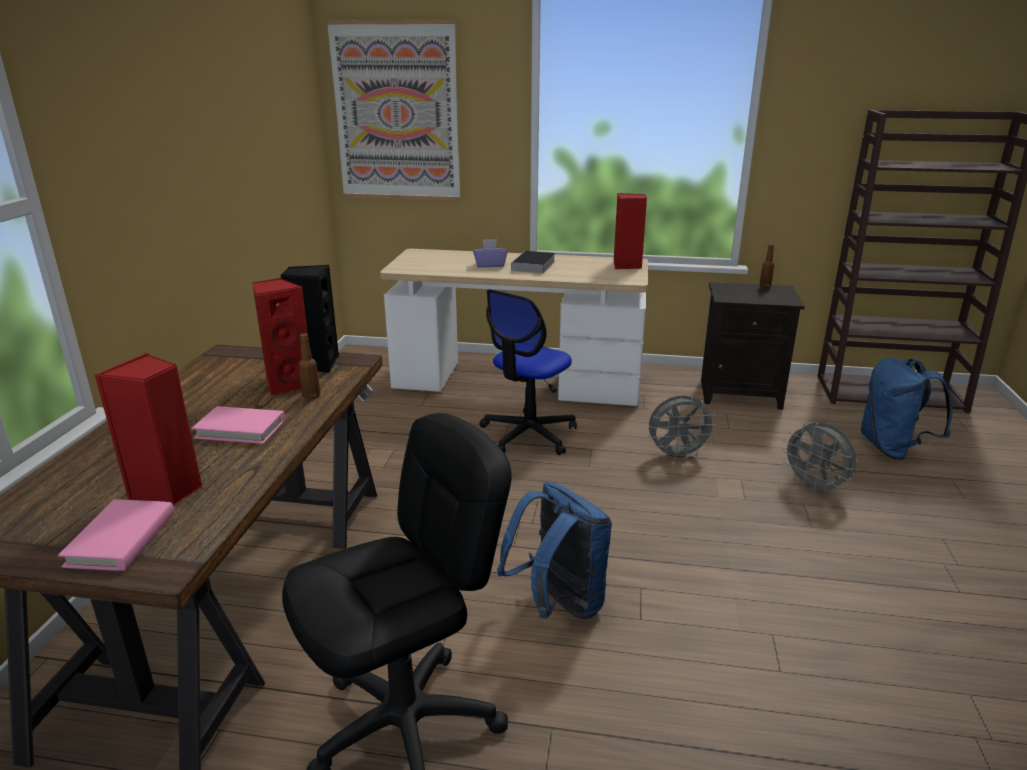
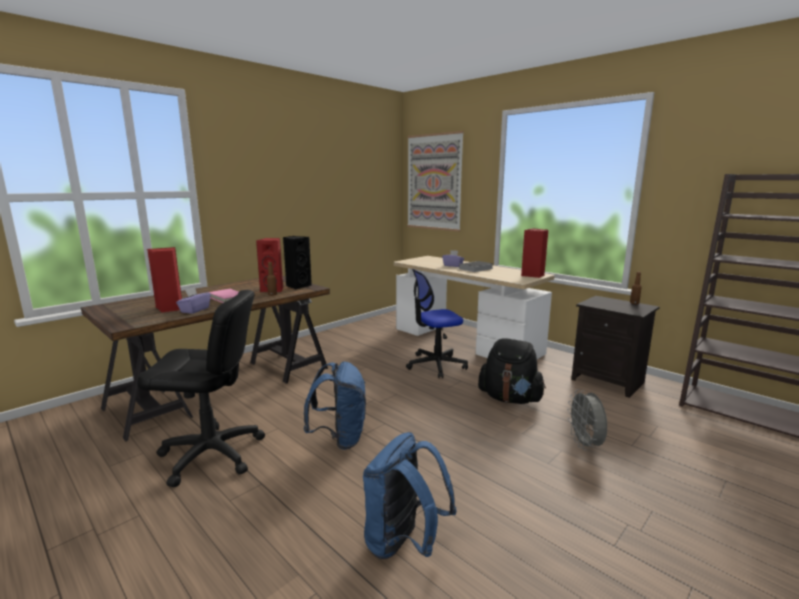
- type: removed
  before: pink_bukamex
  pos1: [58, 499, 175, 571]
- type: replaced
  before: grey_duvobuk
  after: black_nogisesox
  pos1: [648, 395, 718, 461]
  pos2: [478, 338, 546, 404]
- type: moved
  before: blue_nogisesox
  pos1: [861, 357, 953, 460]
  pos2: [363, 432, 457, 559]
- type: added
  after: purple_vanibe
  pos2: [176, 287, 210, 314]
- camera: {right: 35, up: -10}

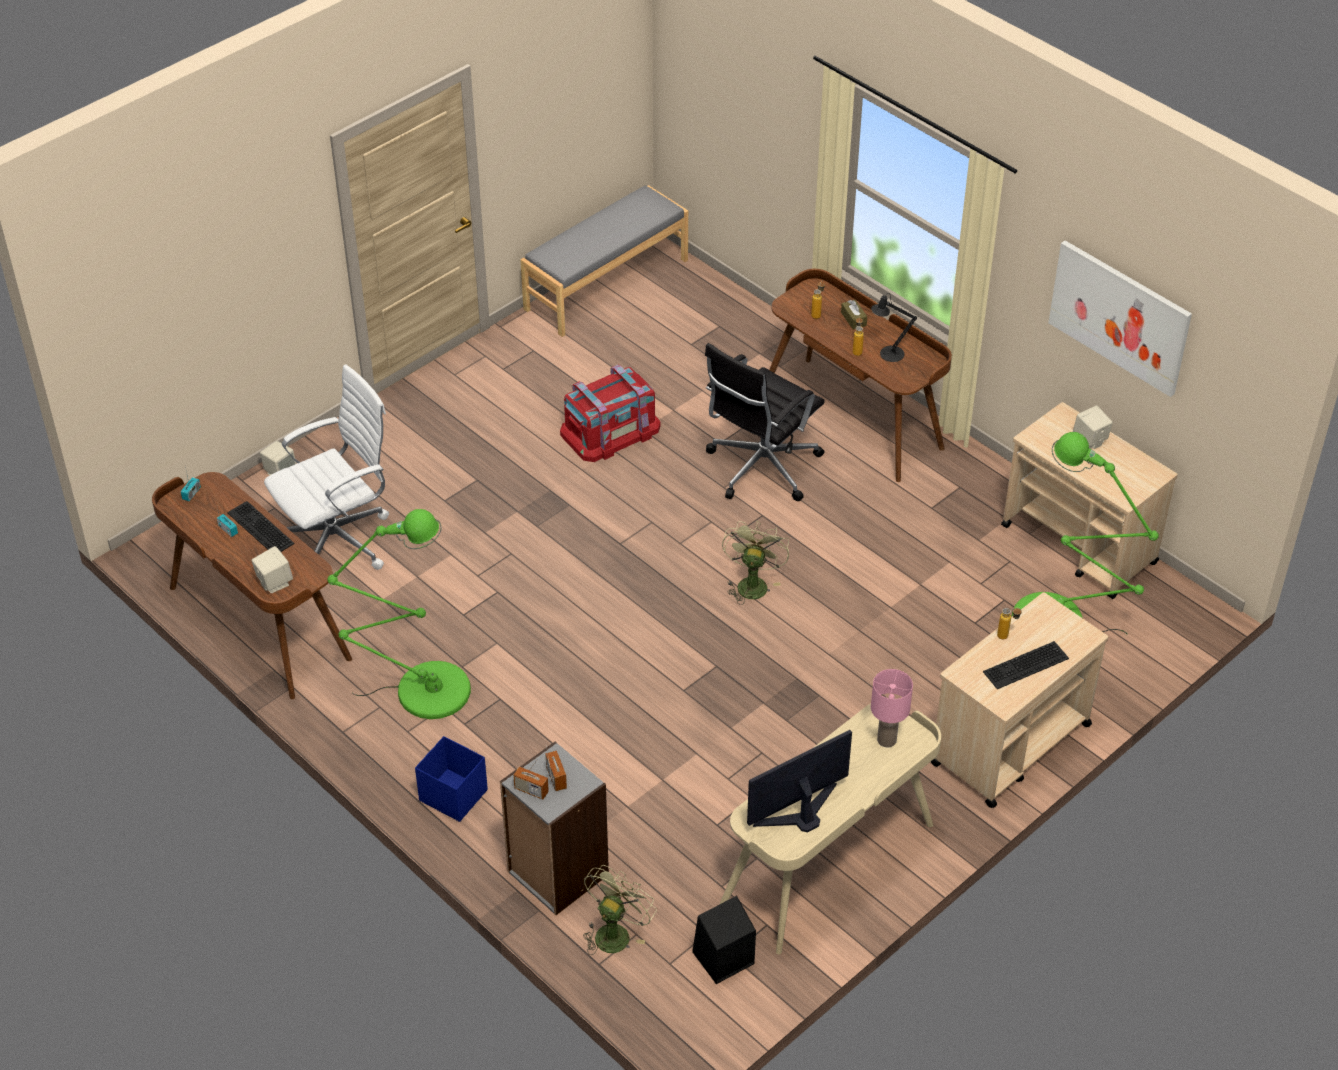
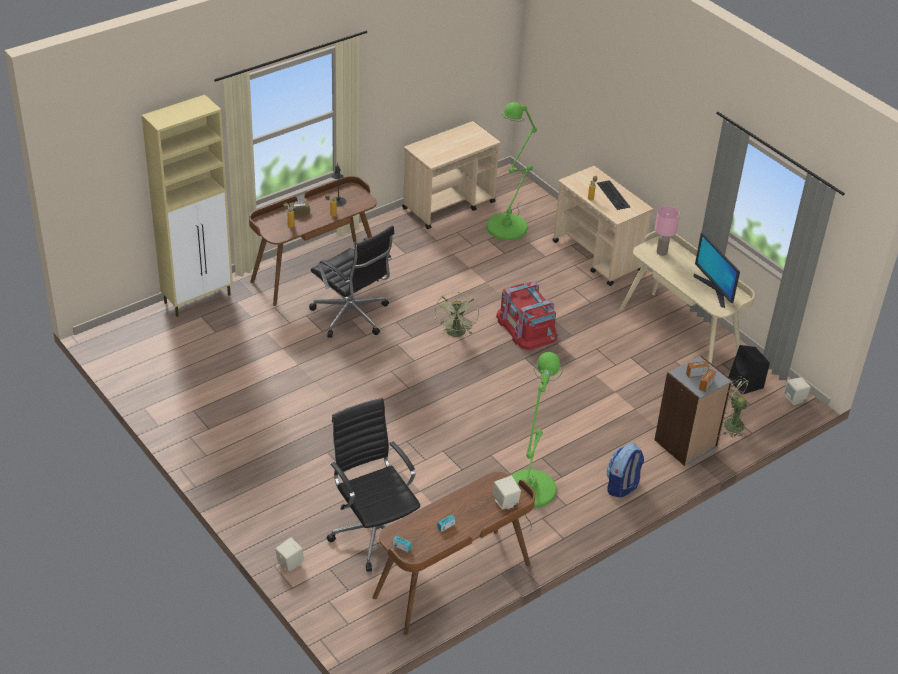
- type: removed
  before: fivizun
  pos1: [227, 501, 295, 552]
- type: recoloured
  before: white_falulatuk
  after: black_falulatuk
  pos1: [264, 364, 389, 570]
  pos2: [327, 398, 420, 572]
- type: replaced
  before: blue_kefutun
  after: nogisesox
  pos1: [415, 736, 488, 822]
  pos2: [607, 443, 644, 498]
- type: removed
  before: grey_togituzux
  pos1: [520, 185, 688, 337]
- type: moved
  before: red_kefutun
  pos1: [560, 365, 660, 462]
  pos2: [496, 282, 557, 350]
- type: turned
  before: green_duvobuk
  pos1: [722, 521, 789, 605]
  pos2: [435, 292, 479, 337]
  turn: -105
- type: removed
  before: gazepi
  pos1: [1048, 240, 1192, 397]
- type: moved
  before: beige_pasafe
  pos1: [1073, 405, 1113, 449]
  pos2: [784, 377, 811, 405]
- type: added
  after: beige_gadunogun
  pos2: [142, 95, 233, 317]
- camera: {right: -85, up: -5}

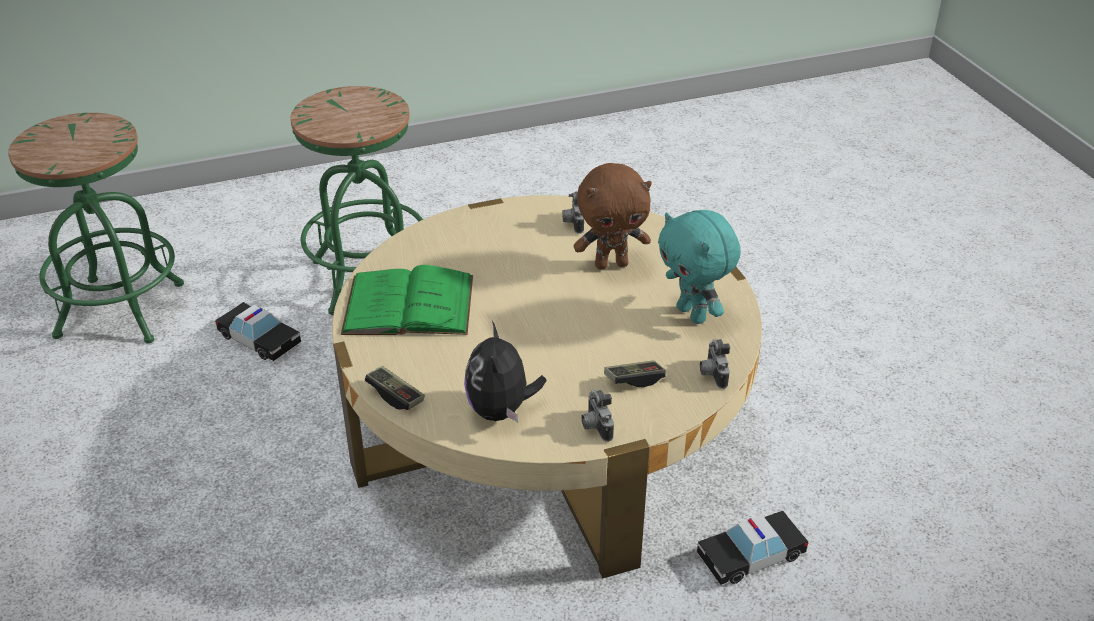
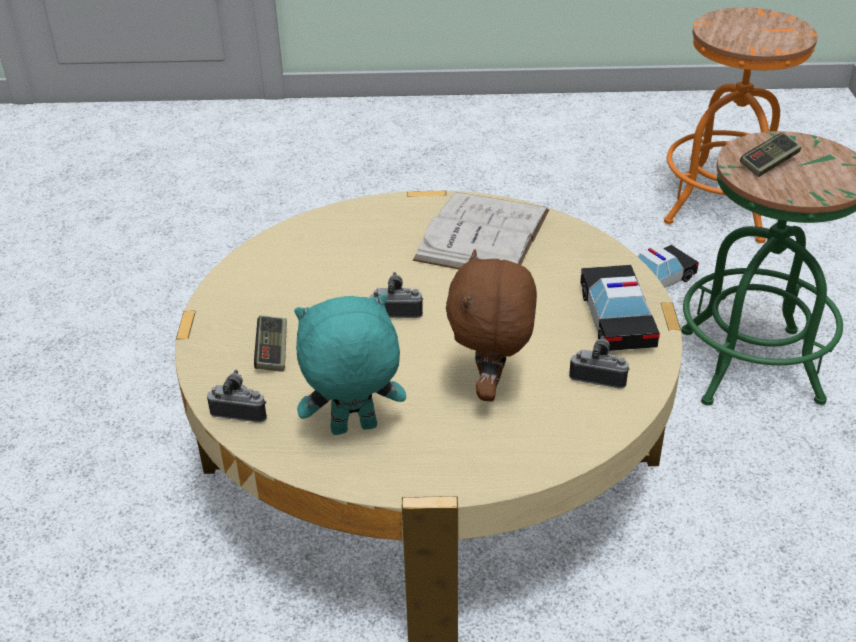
- type: recoloured
  before: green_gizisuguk
  after: orange_gizisuguk
  pos1: [8, 113, 184, 343]
  pos2: [664, 7, 817, 243]
- type: recoloured
  before: green_bukamex
  after: white_bukamex
  pos1: [341, 265, 473, 335]
  pos2: [413, 192, 549, 269]
- type: moved
  before: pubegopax
  pos1: [365, 366, 425, 410]
  pos2: [740, 132, 802, 177]
- type: removed
  before: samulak
  pos1: [464, 321, 547, 422]
- type: moved
  before: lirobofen
  pos1: [581, 389, 614, 442]
  pos2: [369, 272, 423, 318]
- type: moved
  before: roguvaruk
  pos1: [697, 510, 809, 585]
  pos2: [580, 265, 660, 351]
- camera: {right: 110, up: 0}

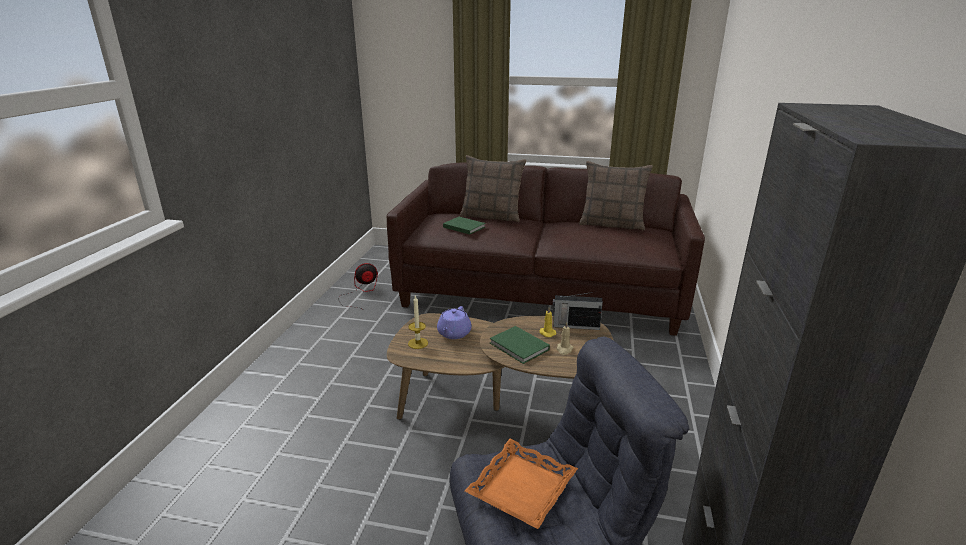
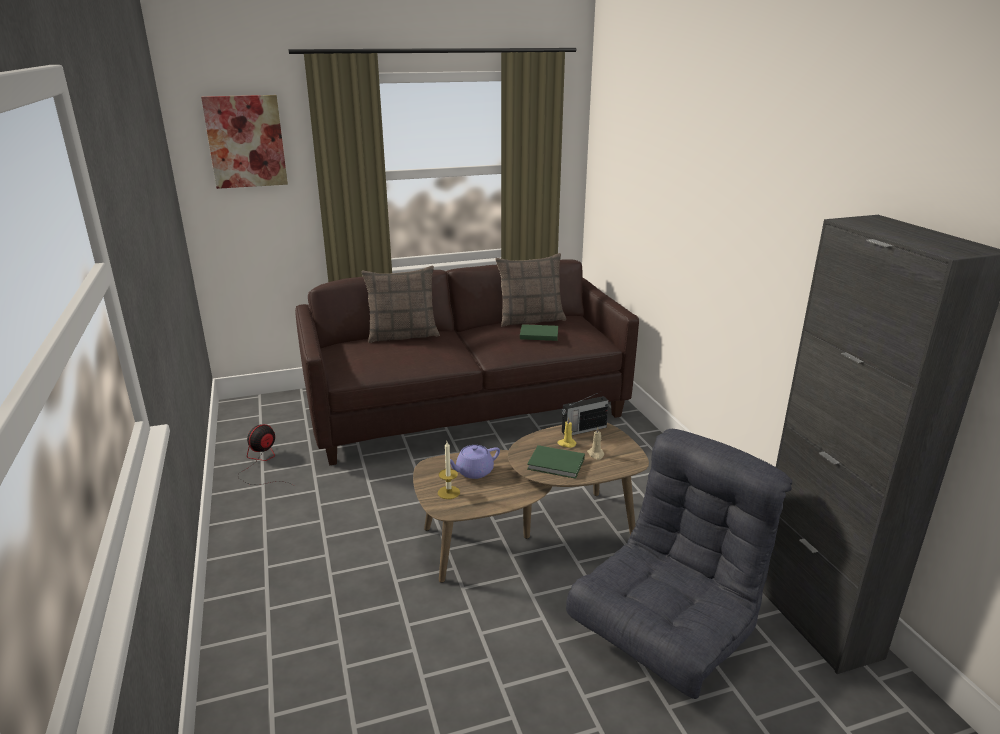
- type: turned
  before: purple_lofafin
  pos1: [437, 306, 472, 339]
  pos2: [450, 445, 500, 479]
  turn: 75
- type: moved
  before: green_bukamex
  pos1: [443, 217, 485, 235]
  pos2: [520, 324, 558, 341]
- type: removed
  before: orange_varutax
  pos1: [465, 439, 578, 529]
- type: added
  after: gazepi
  pos2: [201, 95, 288, 189]
- camera: {right: -30, up: 0}

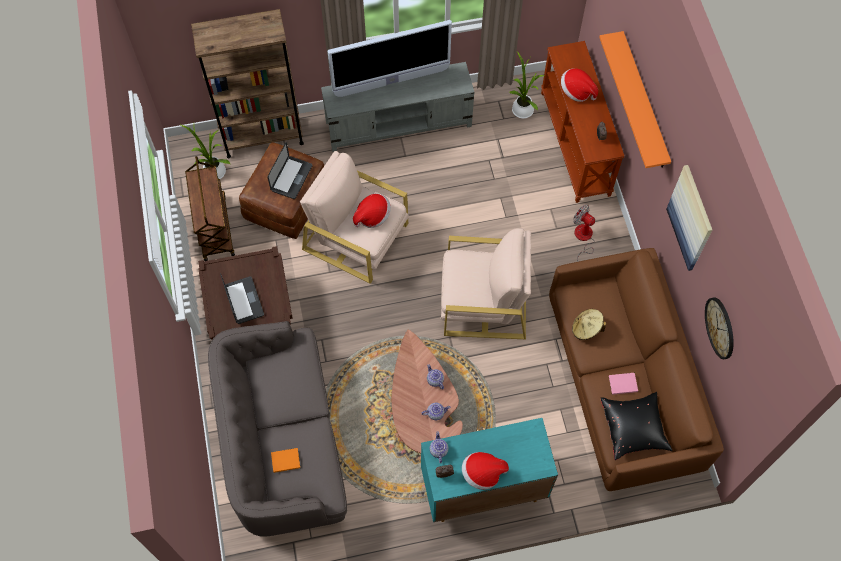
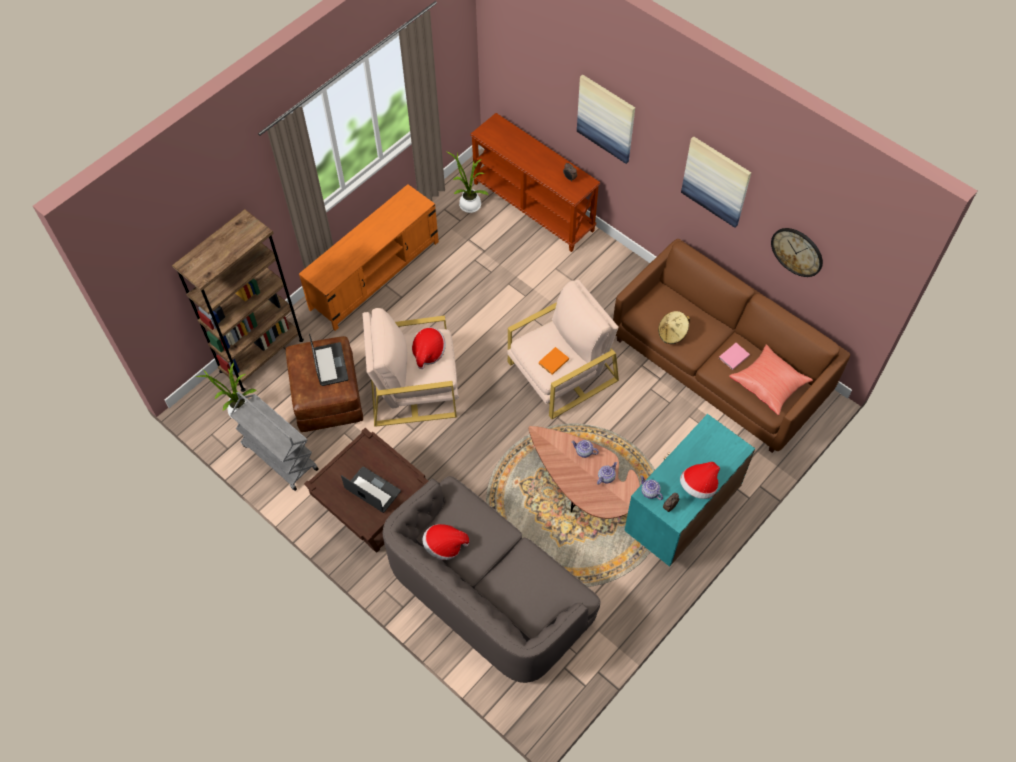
- type: recoloured
  before: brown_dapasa
  after: grey_dapasa
  pos1: [185, 156, 235, 261]
  pos2: [230, 391, 319, 491]
- type: moved
  before: orange_bukamex
  pos1: [271, 448, 300, 473]
  pos2: [539, 347, 569, 375]
- type: recoloured
  before: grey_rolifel
  after: orange_rolifel
  pos1: [321, 62, 474, 152]
  pos2: [299, 184, 439, 331]
- type: removed
  before: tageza
  pos1: [328, 20, 452, 97]
- type: moved
  before: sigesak
  pos1: [561, 68, 598, 102]
  pos2: [422, 524, 469, 560]
- type: removed
  before: duvobuk
  pos1: [573, 205, 595, 261]
- type: replaced
  before: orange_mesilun
  after: gazepi
  pos1: [599, 31, 671, 168]
  pos2: [577, 74, 635, 164]
- type: recoloured
  before: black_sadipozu
  after: red_sadipozu
  pos1: [600, 392, 672, 460]
  pos2: [730, 345, 813, 415]
- camera: {right: -35, up: -5}

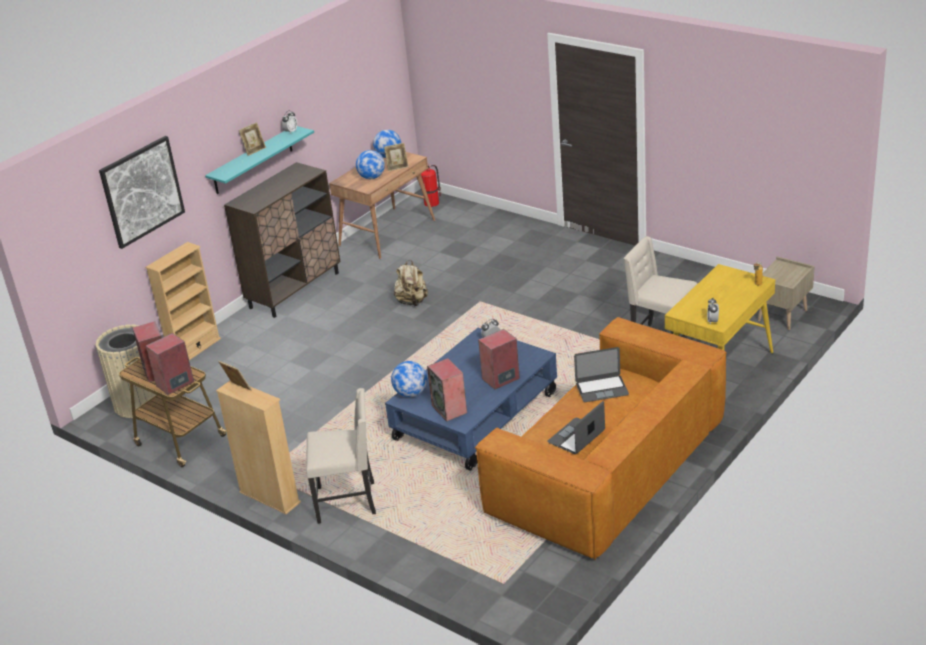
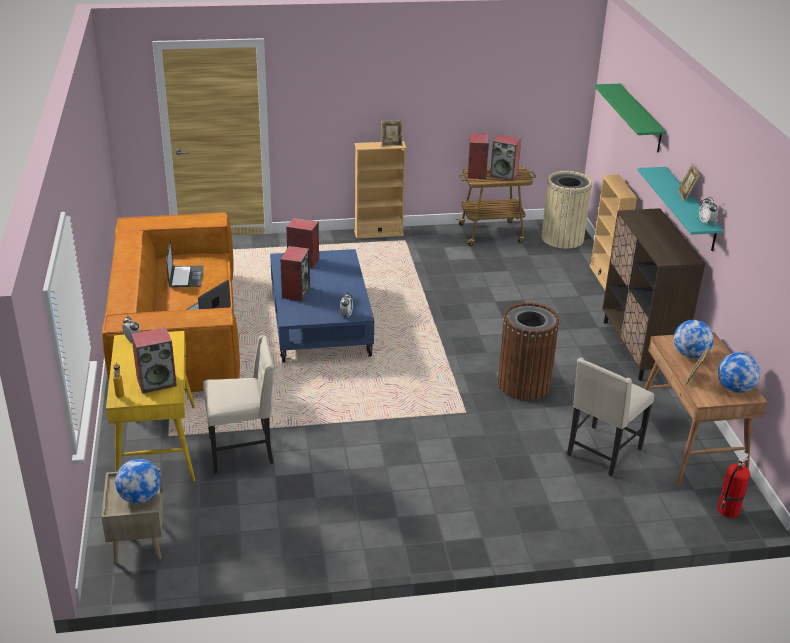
- type: replaced
  before: gazepi
  after: green_mesilun
  pos1: [99, 136, 185, 249]
  pos2: [594, 84, 666, 153]
- type: moved
  before: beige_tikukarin
  pos1: [306, 388, 376, 524]
  pos2: [567, 358, 654, 476]
- type: moved
  before: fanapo
  pos1: [391, 361, 427, 397]
  pos2: [115, 459, 161, 504]
- type: replaced
  before: beige_nogisesox
  after: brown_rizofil
  pos1: [394, 260, 428, 306]
  pos2: [498, 302, 559, 400]
- type: added
  after: pasafe
  pos2: [131, 327, 177, 394]
- camera: {right: 130, up: 0}

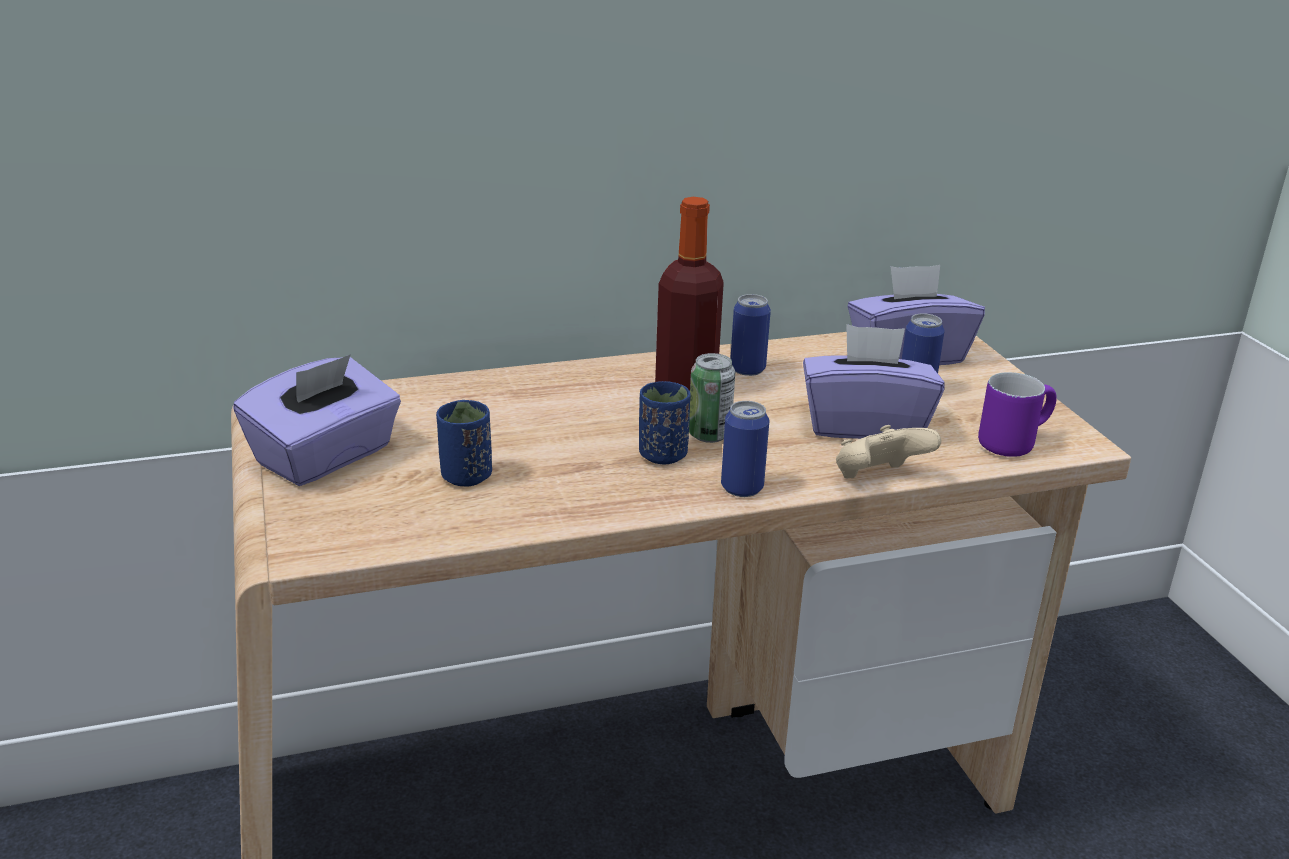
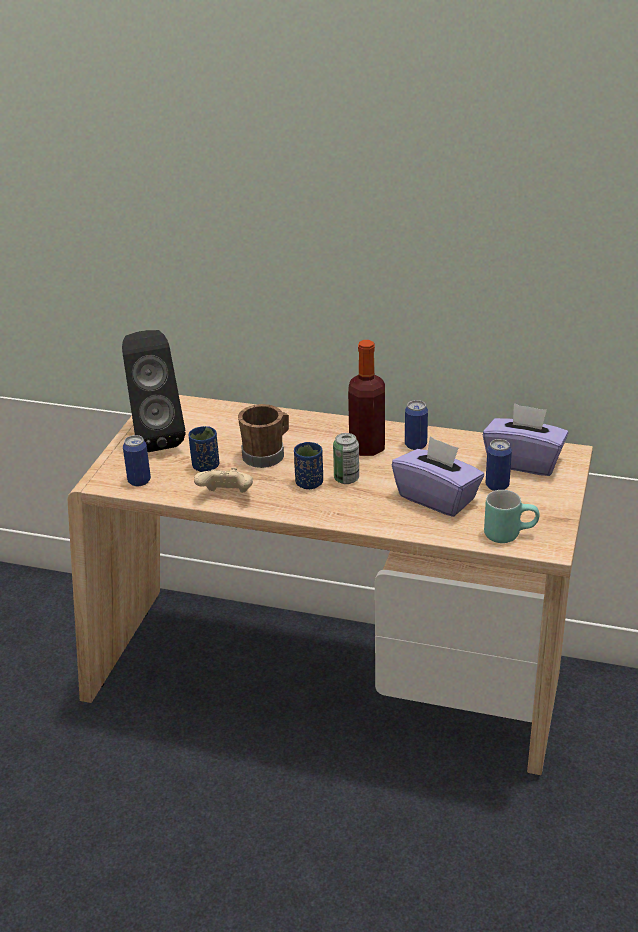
- type: replaced
  before: purple_vanibe
  after: black_pasafe
  pos1: [233, 354, 401, 486]
  pos2: [122, 330, 185, 452]
- type: moved
  before: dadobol
  pos1: [721, 401, 769, 497]
  pos2: [123, 435, 151, 486]
- type: moved
  before: beige_pubegopax
  pos1: [836, 425, 941, 478]
  pos2: [194, 467, 253, 493]
- type: recoloured
  before: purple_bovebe
  after: turquoise_bovebe
  pos1: [978, 372, 1057, 457]
  pos2: [484, 490, 539, 543]
- type: added
  after: brown_bovebe
  pos2: [238, 404, 289, 468]
- camera: {right: 35, up: 5}

